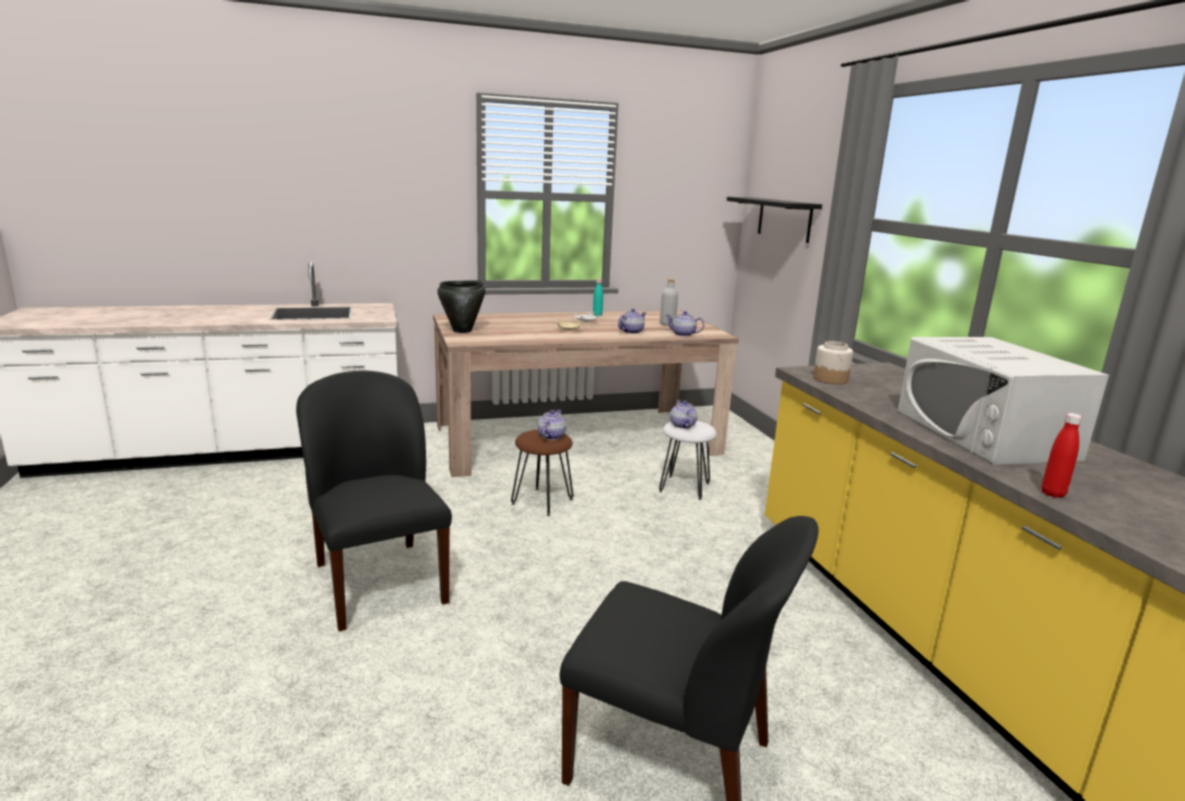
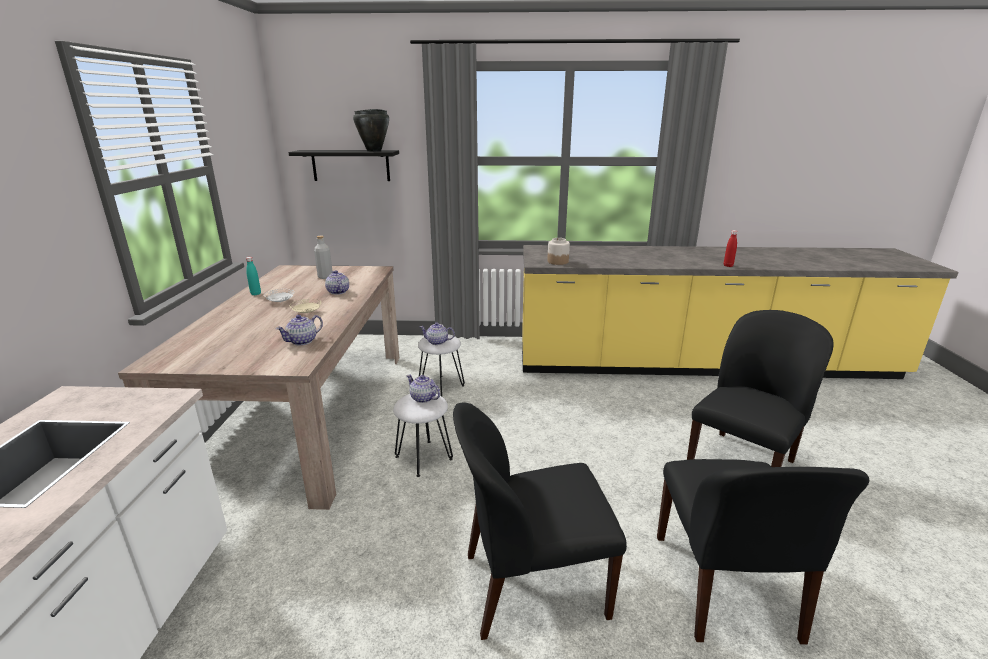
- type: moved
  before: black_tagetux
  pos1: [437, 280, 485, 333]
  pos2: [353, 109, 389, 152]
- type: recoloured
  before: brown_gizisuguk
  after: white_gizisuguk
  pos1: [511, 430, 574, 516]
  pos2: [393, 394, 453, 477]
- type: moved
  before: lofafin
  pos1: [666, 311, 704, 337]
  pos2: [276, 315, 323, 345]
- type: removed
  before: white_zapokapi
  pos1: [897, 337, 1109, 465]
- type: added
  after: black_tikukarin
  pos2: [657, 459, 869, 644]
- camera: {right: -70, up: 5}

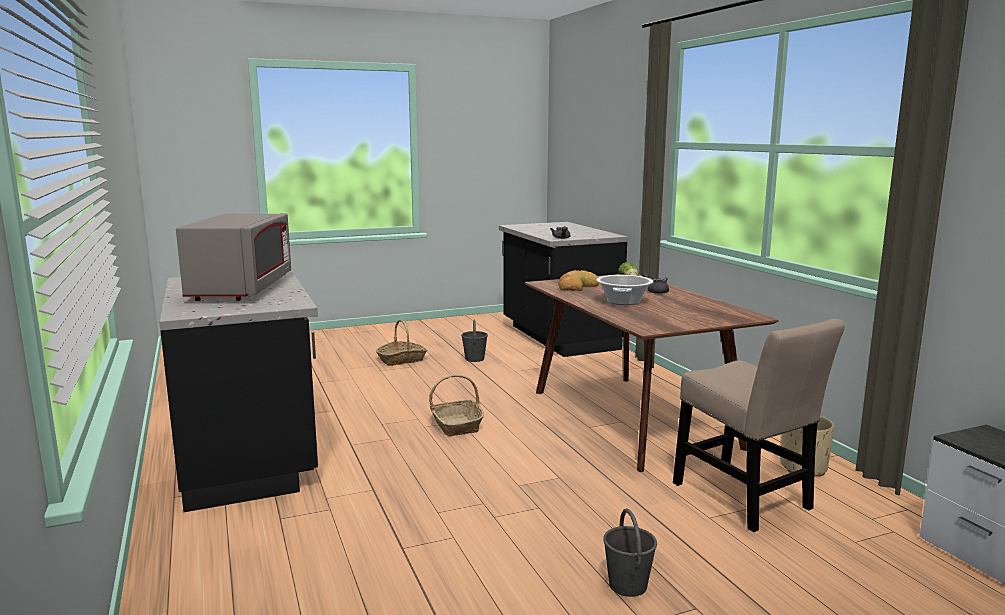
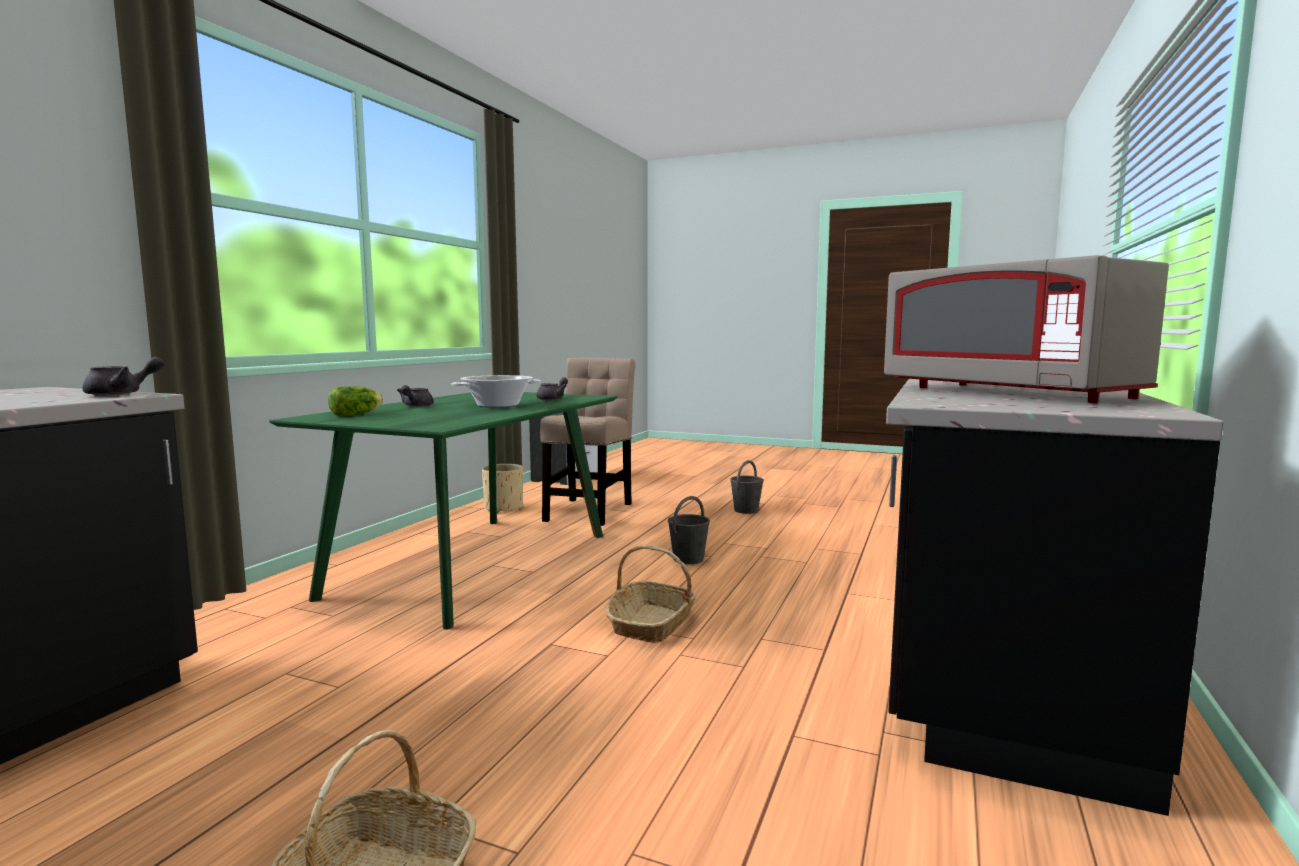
- type: turned
  before: grey_zapokapi
  pos1: [176, 213, 291, 301]
  pos2: [884, 255, 1169, 403]
  turn: -75
- type: moved
  before: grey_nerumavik
  pos1: [461, 320, 488, 362]
  pos2: [668, 496, 710, 564]
- type: recoloured
  before: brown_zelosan
  after: green_zelosan
  pos1: [525, 274, 779, 472]
  pos2: [269, 392, 617, 629]
- type: removed
  before: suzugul
  pos1: [559, 270, 599, 291]
- type: added
  after: grey_lofafin
  pos2: [536, 377, 568, 400]
- camera: {right: -135, up: -5}

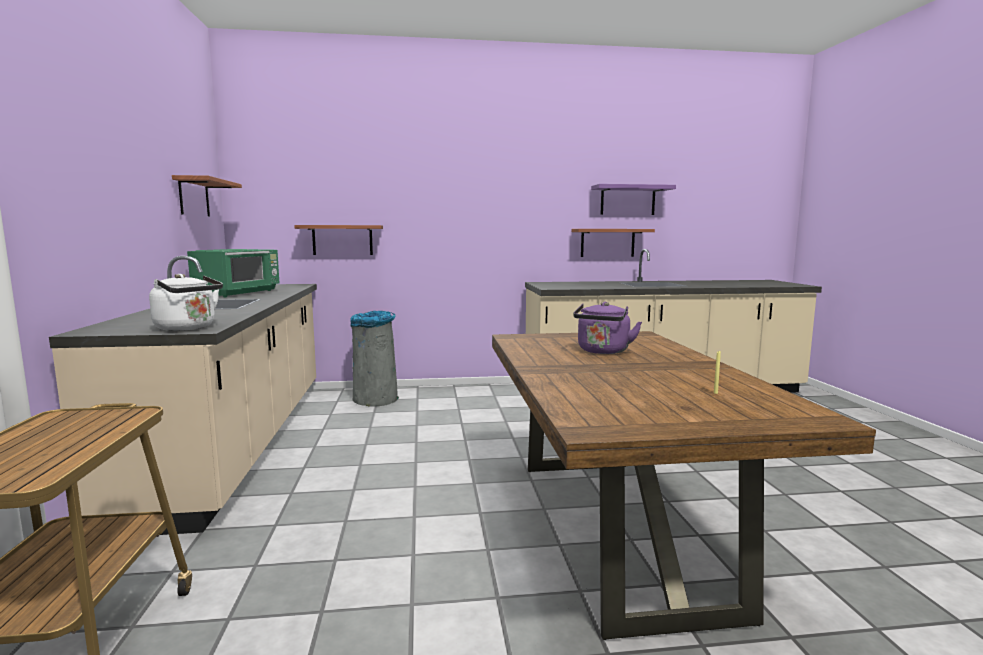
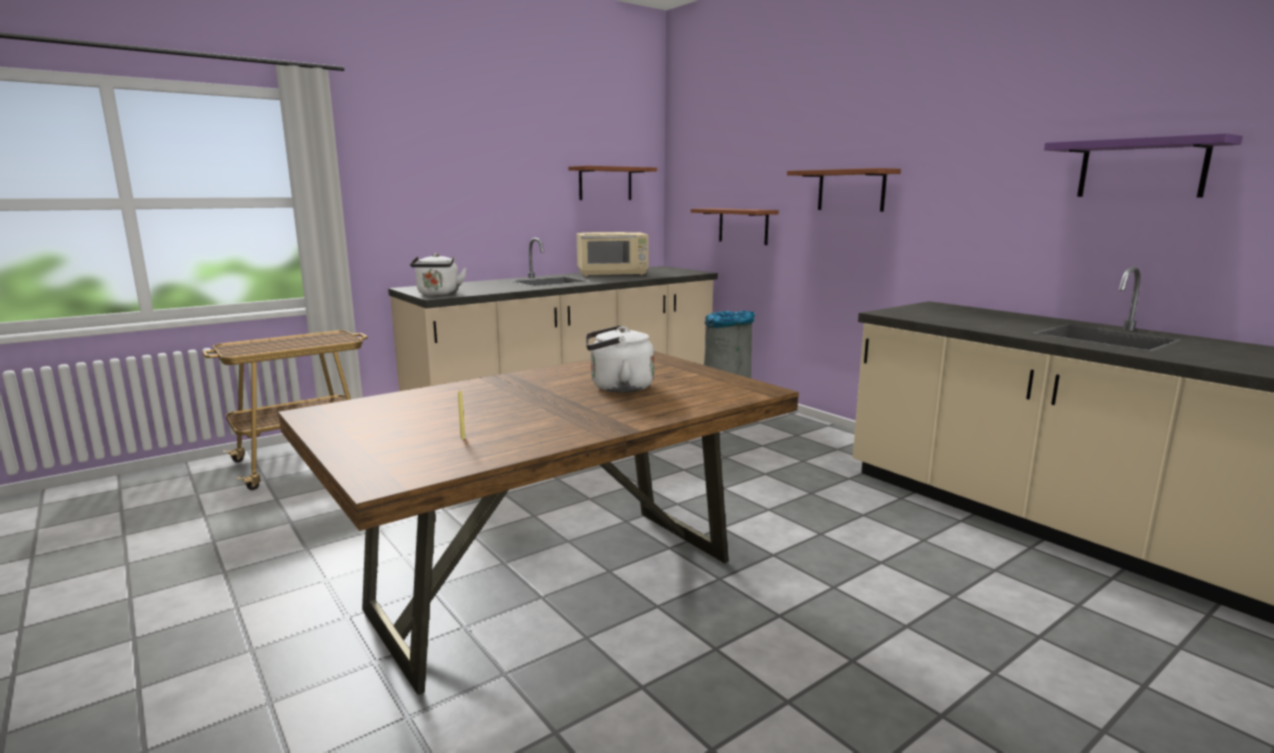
- type: recoloured
  before: green_zapokapi
  after: beige_zapokapi
  pos1: [187, 249, 279, 297]
  pos2: [577, 232, 649, 277]
- type: moved
  before: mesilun
  pos1: [571, 229, 655, 257]
  pos2: [787, 168, 901, 212]
- type: recoloured
  before: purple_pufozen
  after: white_pufozen
  pos1: [573, 302, 642, 354]
  pos2: [586, 325, 654, 393]
- camera: {right: 60, up: 5}

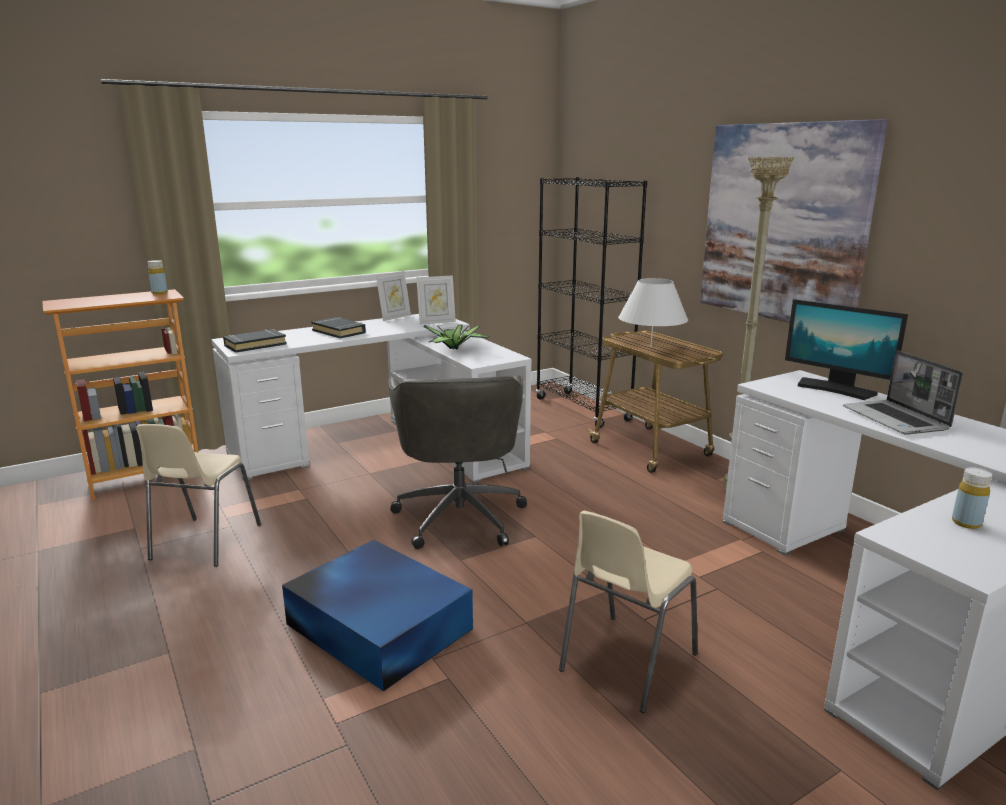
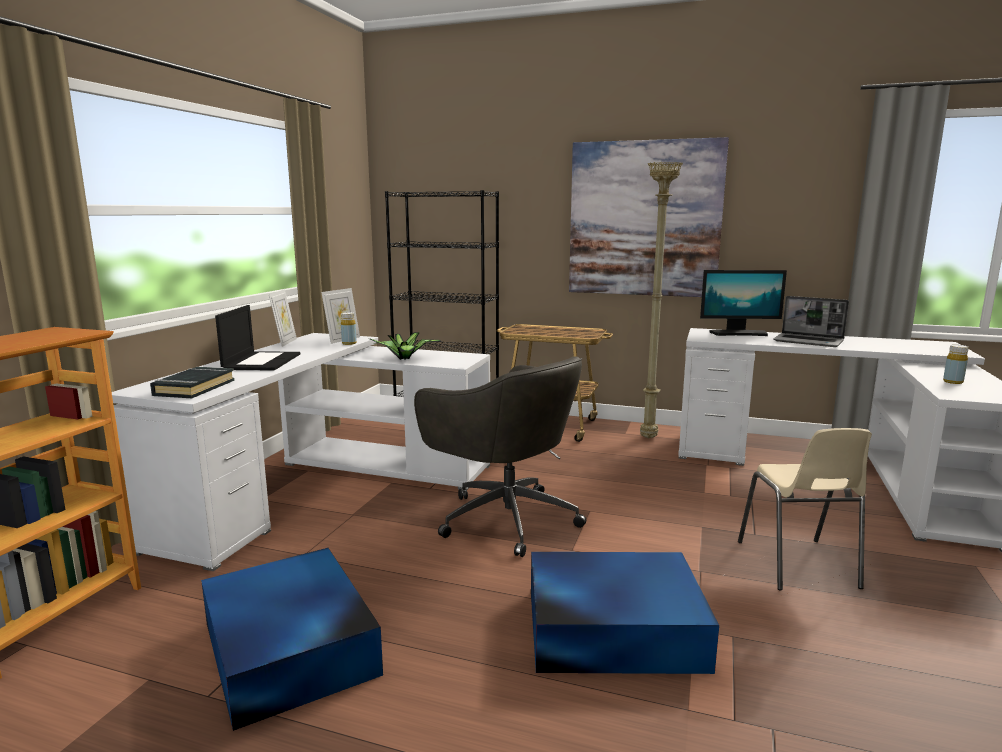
- type: replaced
  before: beige_tikukarin
  after: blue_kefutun
  pos1: [136, 424, 261, 567]
  pos2: [201, 548, 383, 731]
- type: moved
  before: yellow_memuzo
  pos1: [148, 260, 168, 295]
  pos2: [341, 312, 357, 345]
- type: replaced
  before: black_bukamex
  after: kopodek
  pos1: [311, 317, 366, 339]
  pos2: [215, 305, 300, 371]
- type: removed
  before: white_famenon
  pos1: [618, 278, 688, 347]
- camera: {right: -40, up: -5}

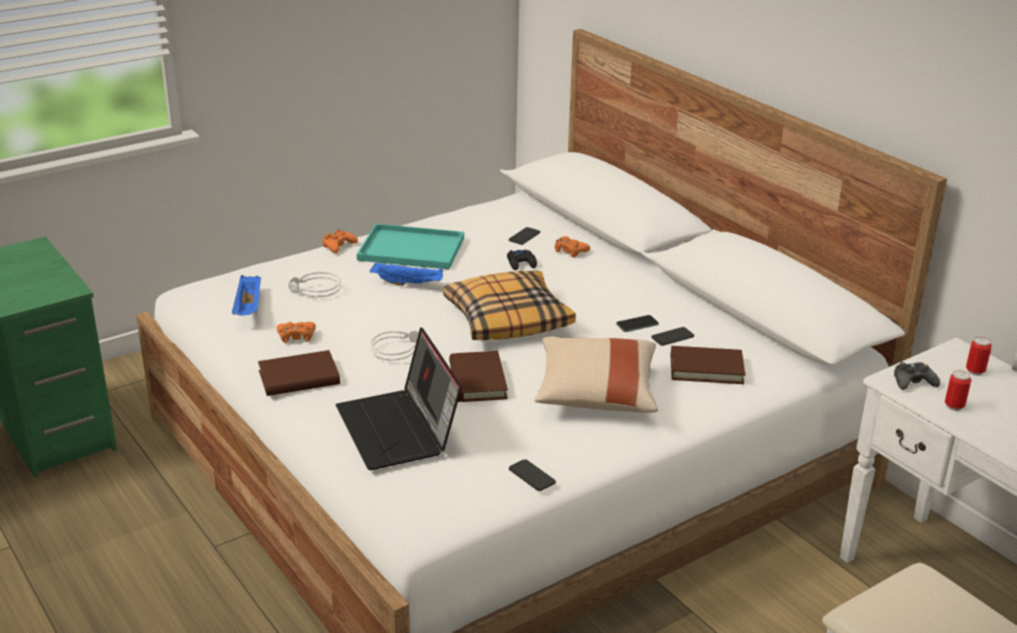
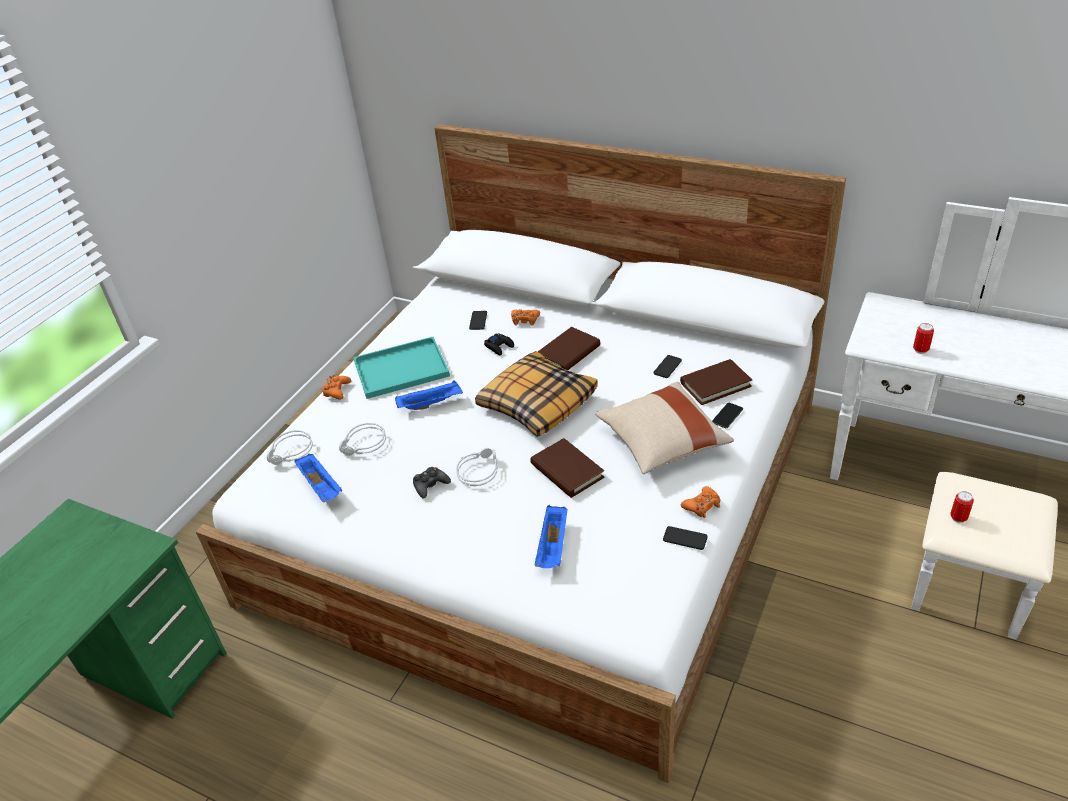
- type: moved
  before: brown_bukamex
  pos1: [258, 350, 340, 396]
  pos2: [538, 327, 600, 370]
- type: moved
  before: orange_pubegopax
  pos1: [277, 322, 316, 343]
  pos2: [681, 486, 721, 518]
- type: replaced
  before: kopodek
  after: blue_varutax
  pos1: [336, 327, 462, 470]
  pos2: [535, 505, 568, 568]
- type: moved
  before: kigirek
  pos1: [616, 315, 659, 332]
  pos2: [712, 403, 743, 428]
- type: moved
  before: black_pubegopax
  pos1: [894, 362, 940, 390]
  pos2: [413, 467, 451, 499]
- type: moved
  before: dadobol
  pos1: [966, 337, 992, 376]
  pos2: [950, 491, 974, 523]
- type: added
  after: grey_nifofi
  pos2: [267, 430, 313, 465]
- camera: {right: -25, up: 10}

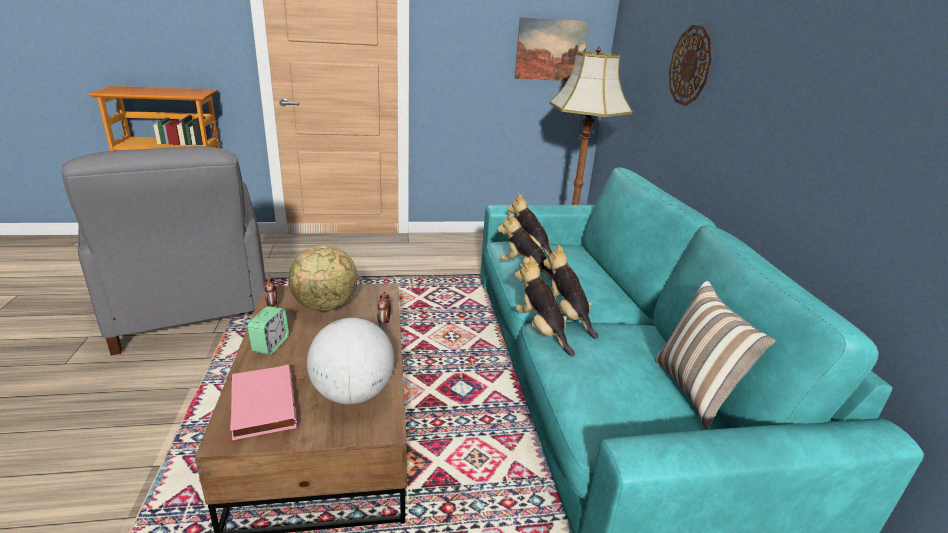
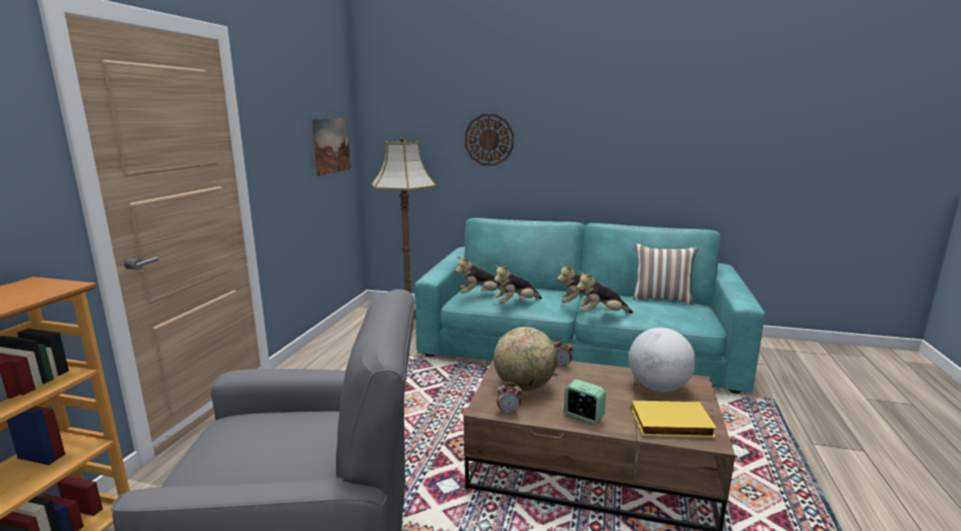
- type: recoloured
  before: pink_bukamex
  after: yellow_bukamex
  pos1: [230, 365, 297, 440]
  pos2: [631, 401, 717, 438]
- camera: {right: -65, up: -10}

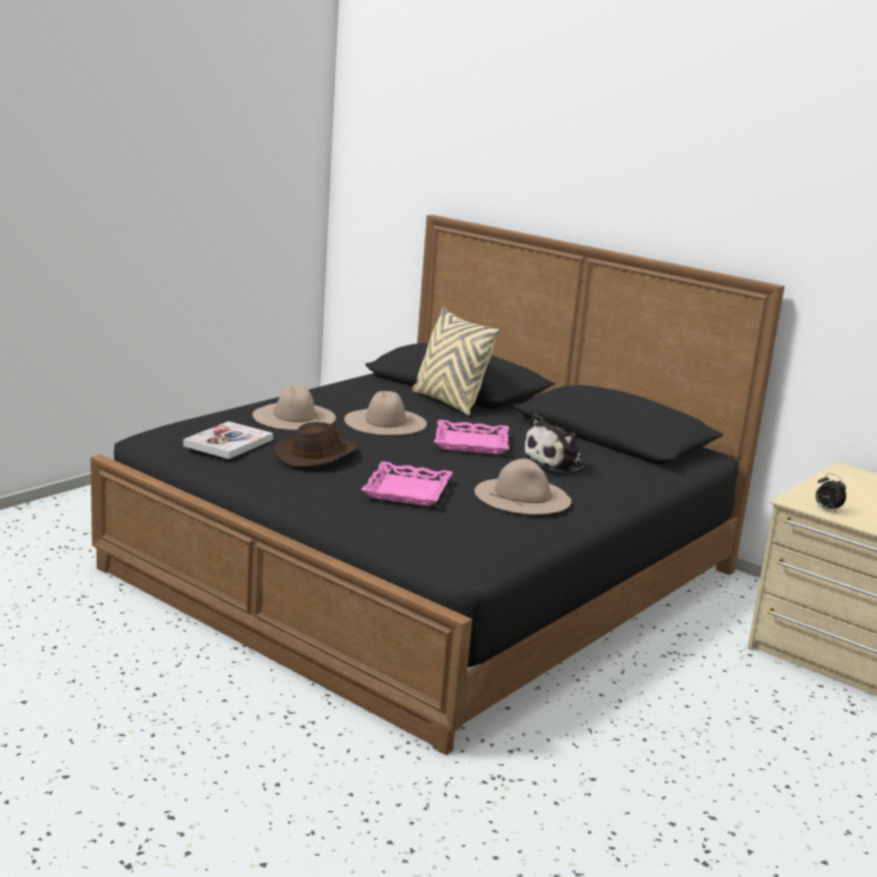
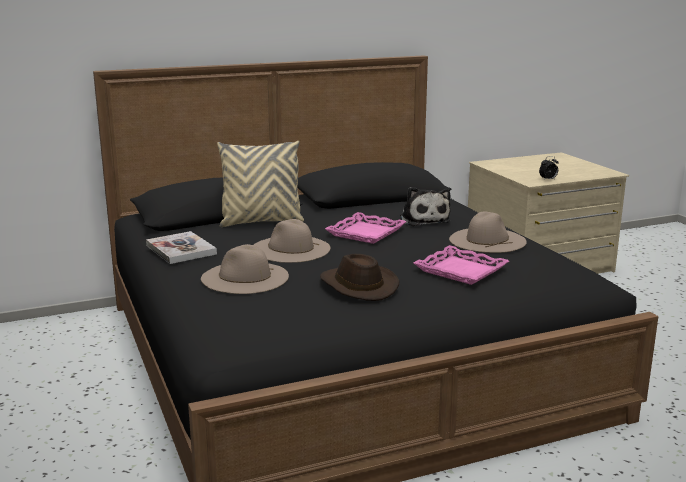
- type: moved
  before: bukamex
  pos1: [183, 421, 273, 459]
  pos2: [146, 231, 217, 264]
- camera: {right: -60, up: 0}

